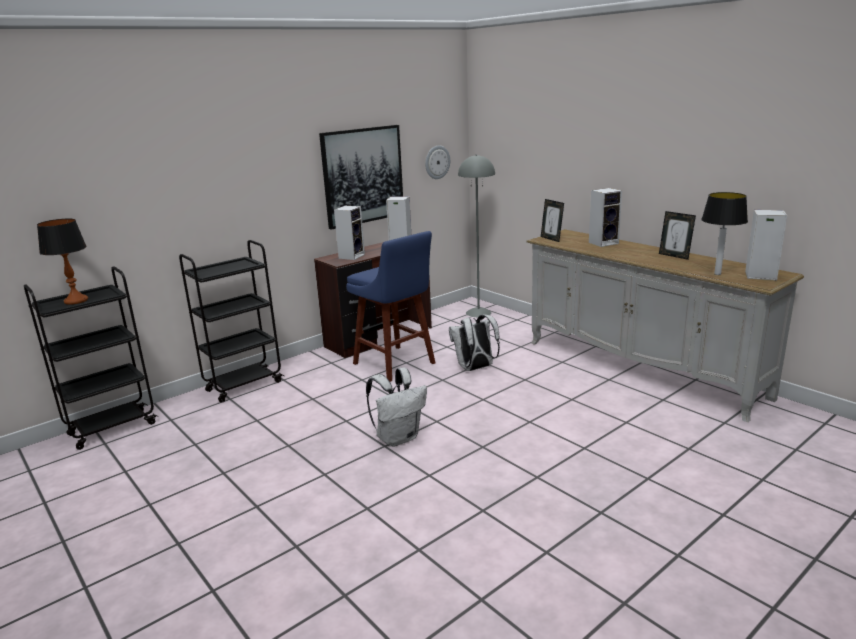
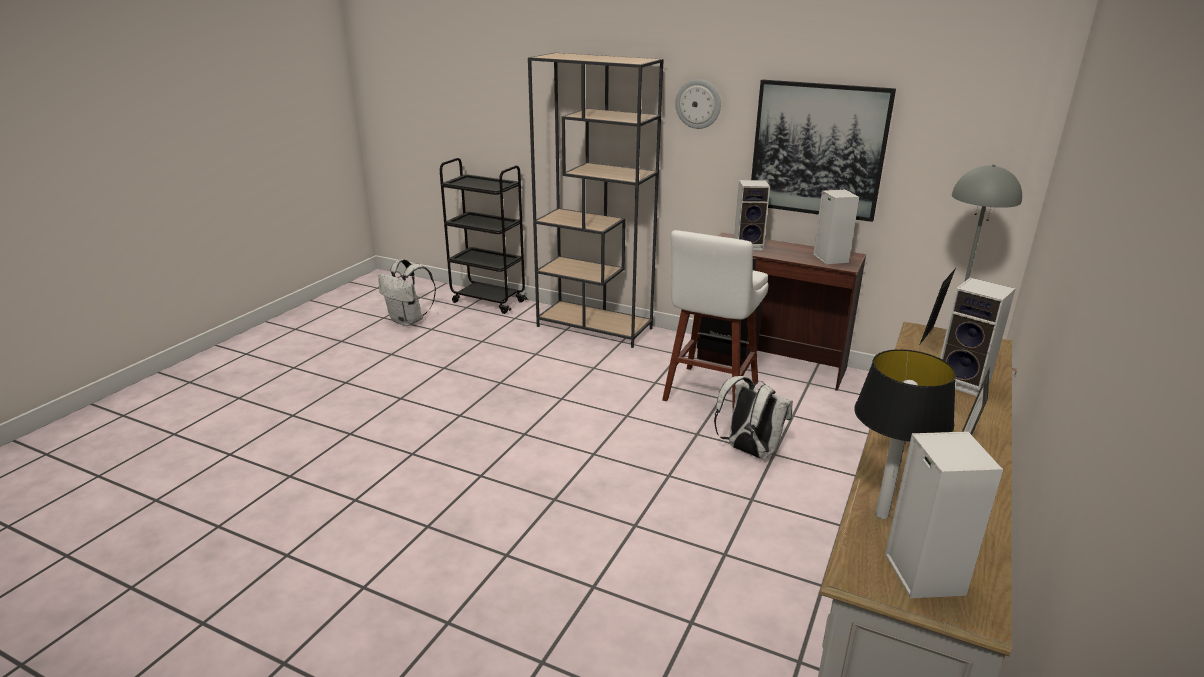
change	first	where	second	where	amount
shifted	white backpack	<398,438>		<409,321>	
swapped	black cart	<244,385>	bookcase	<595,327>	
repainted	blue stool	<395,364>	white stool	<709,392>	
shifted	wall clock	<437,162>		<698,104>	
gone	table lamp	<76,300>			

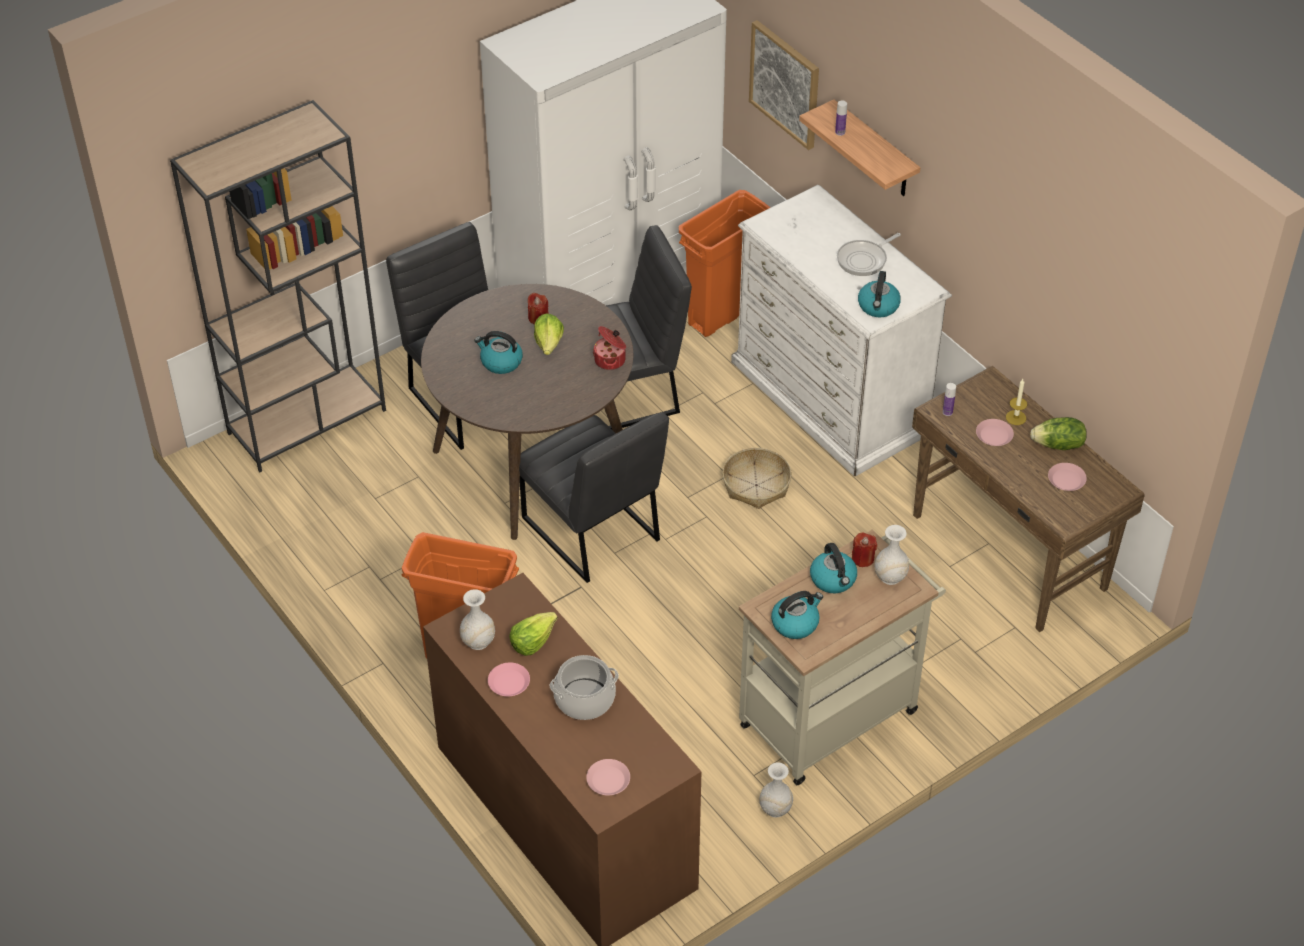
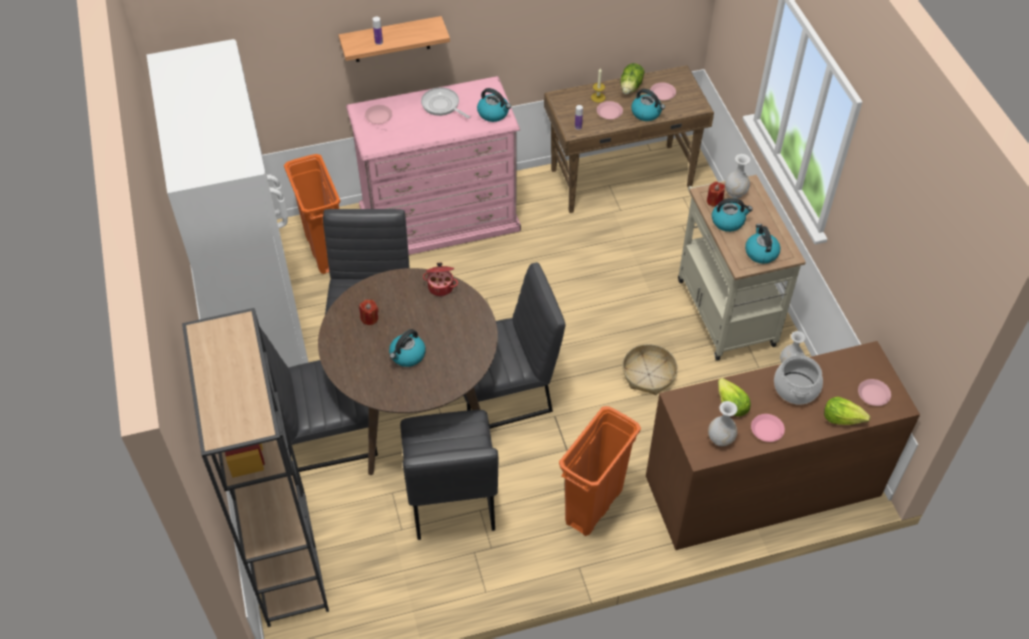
change	first	where	second	where	amount
repainted	white dresser	<832,397>	pink dresser	<440,218>	
new			pink plate	<378,117>	
new			grey chair	<451,497>	
rotated	frying pan	<864,260>		<442,105>	150 degrees clockwise
shifted	basket	<756,485>		<649,374>	
new			kettle	<646,113>	
shifted	lettuce	<549,343>		<842,418>	
gone	picture	<785,84>			

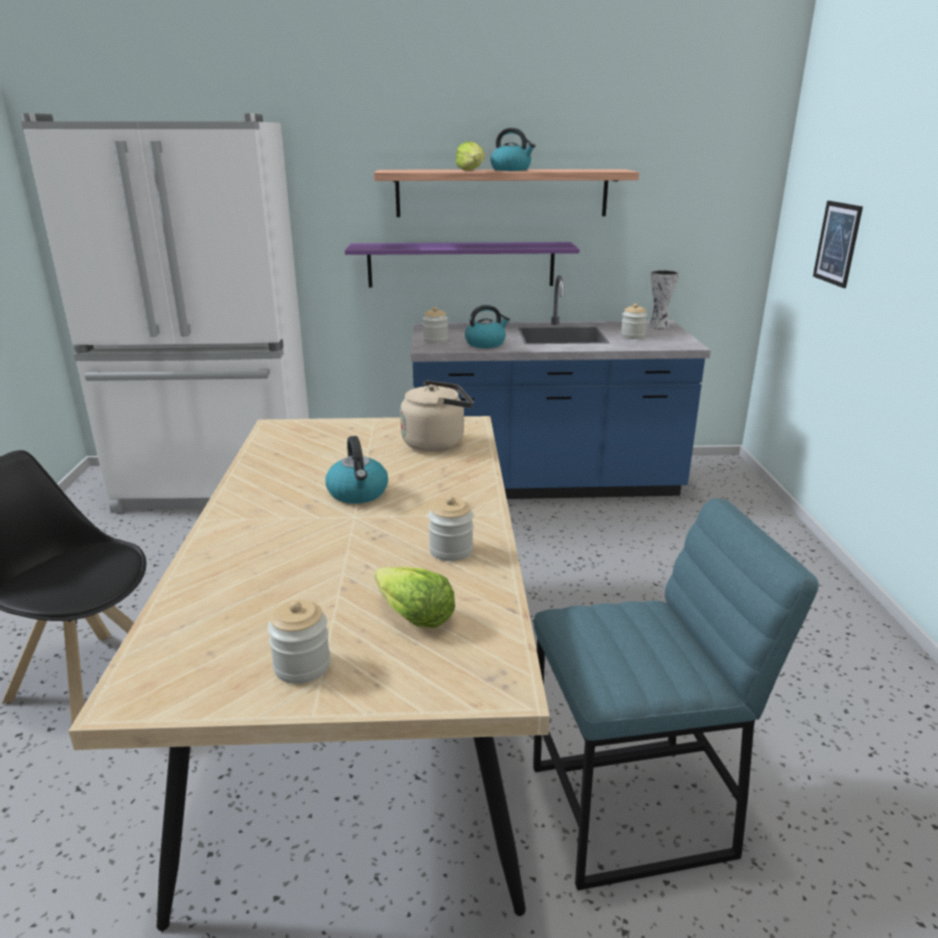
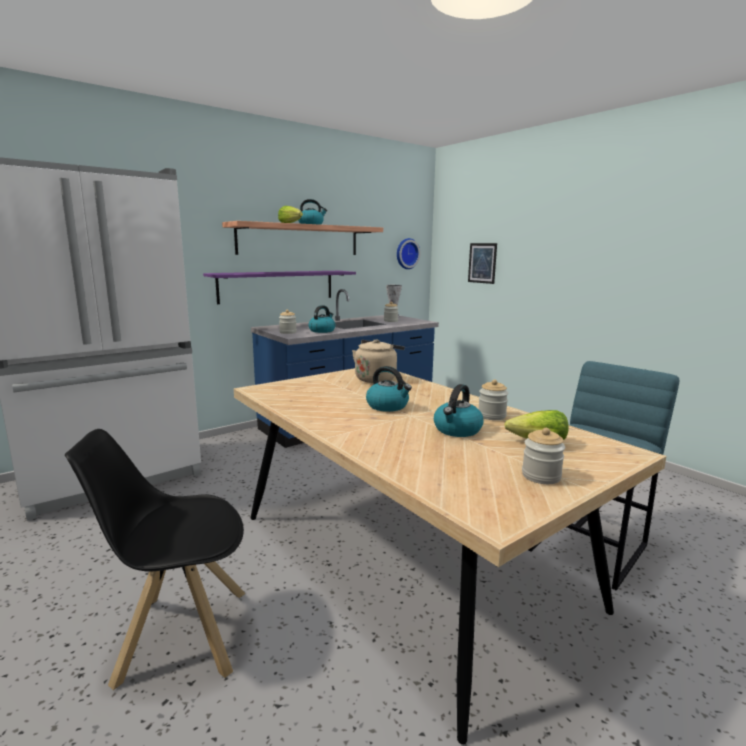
change	first	where	second	where	amount
new			wall clock	<406,253>	
new			kettle	<457,430>	

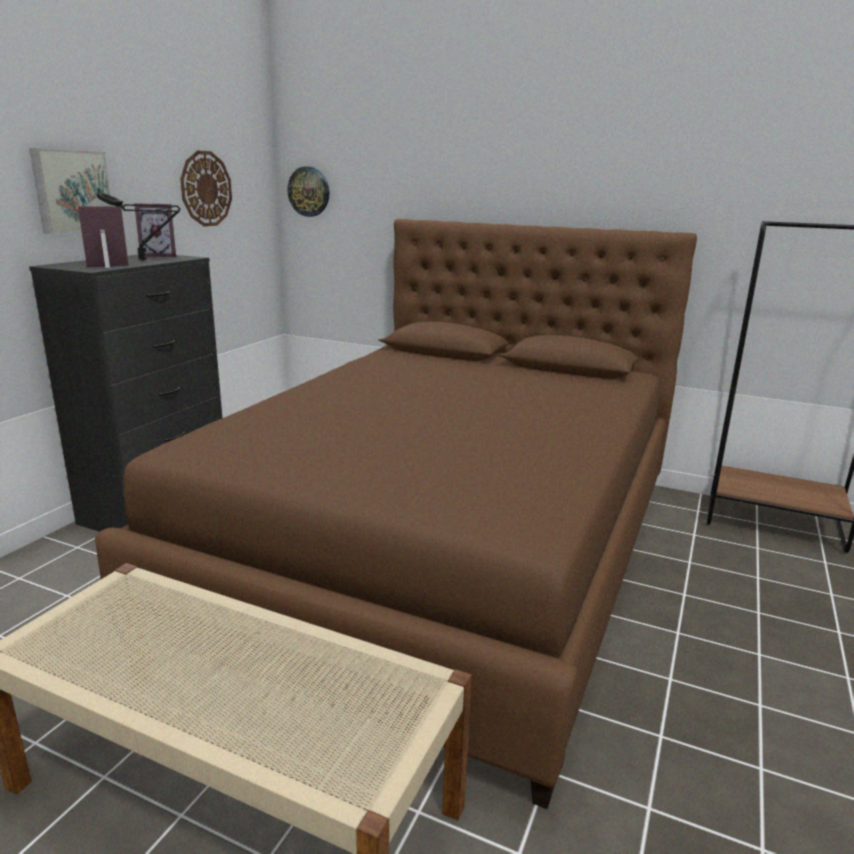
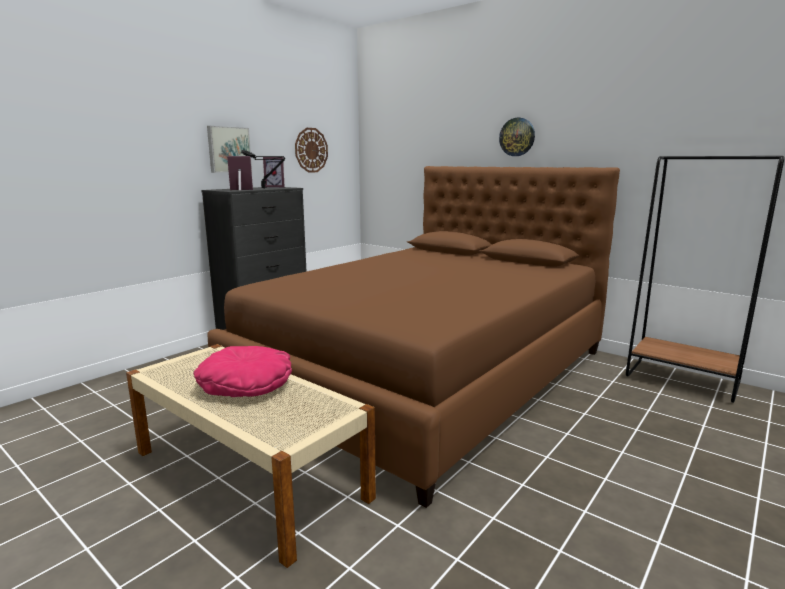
change	first	where	second	where	amount
new			pink pillow	<247,384>	
shifted	wall clock	<309,191>		<517,137>	

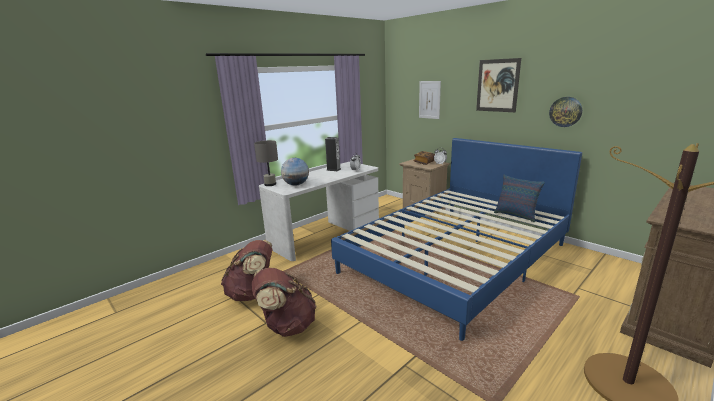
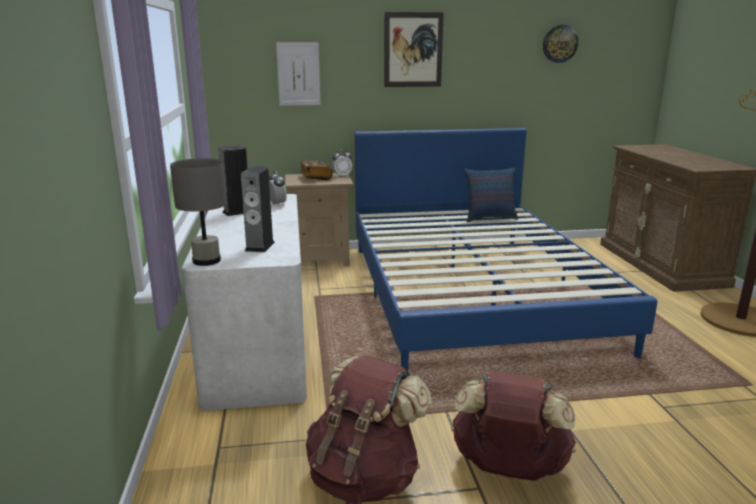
change	first	where	second	where	amount
swapped	globe	<296,185>	speaker	<260,246>	
shifted	wall clock	<565,111>		<560,43>	

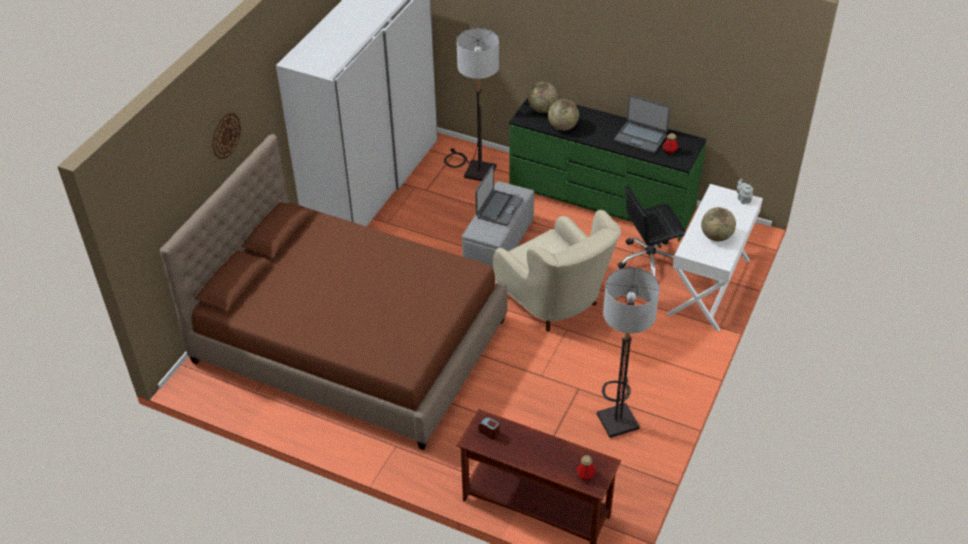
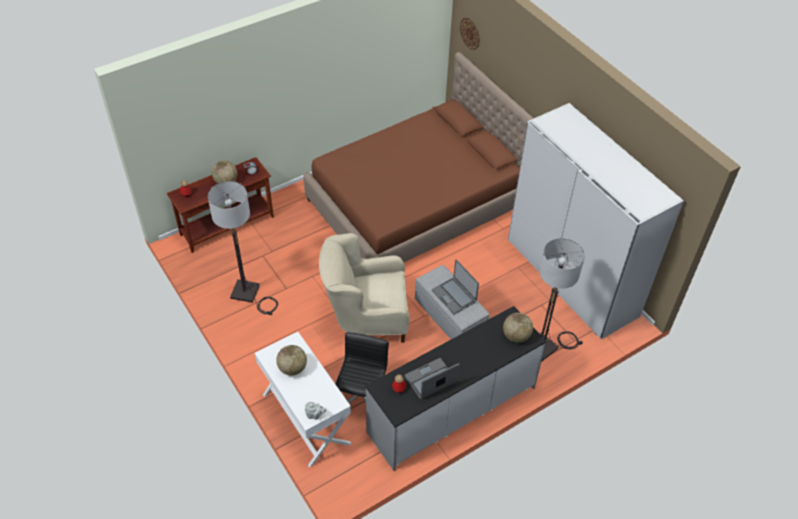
change	first	where	second	where	amount
shifted	globe	<562,127>		<226,182>	
repainted	green dresser	<601,200>	grey dresser	<451,409>	
shifted	wall clock	<225,135>		<470,33>	

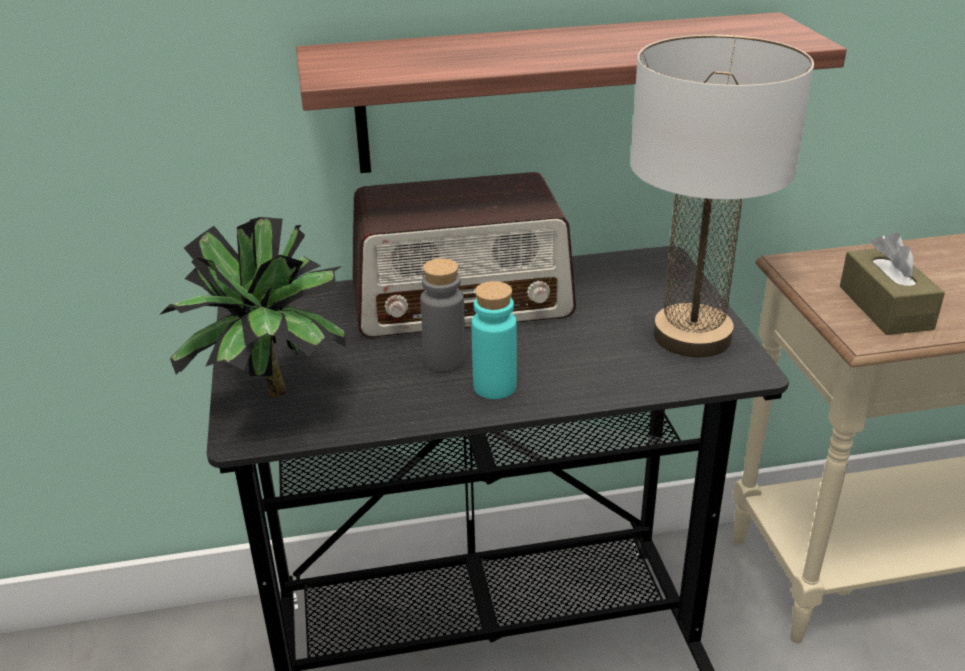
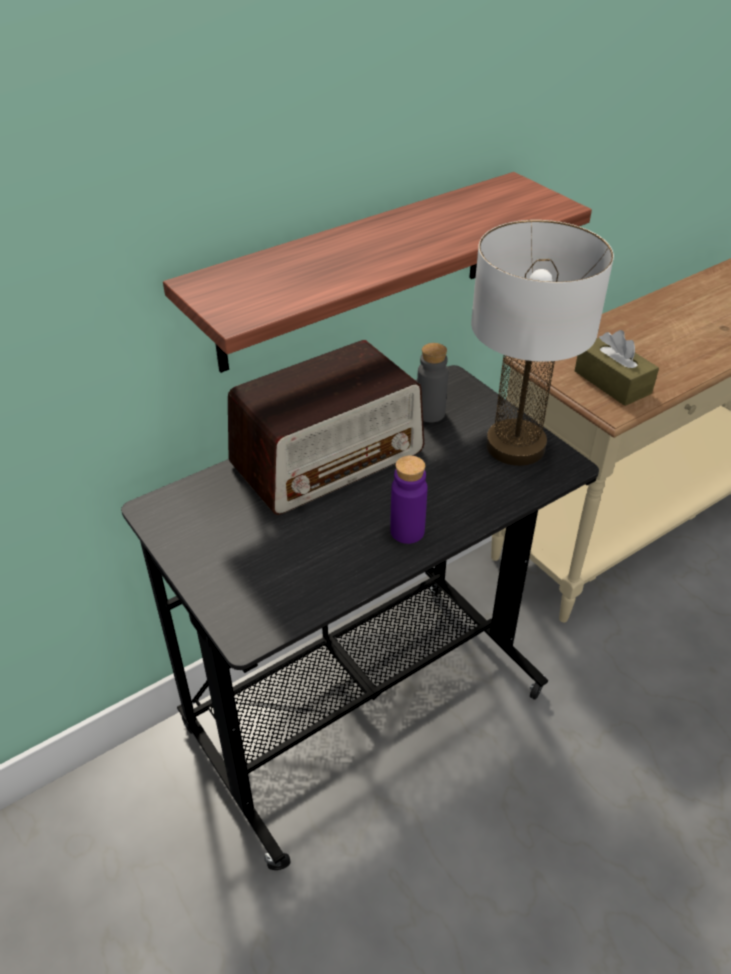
change	first	where	second	where	amount
repainted	turquoise bottle	<494,387>	purple bottle	<407,531>	
shifted	grey bottle	<445,361>		<430,413>	
gone	potted plant	<272,400>			

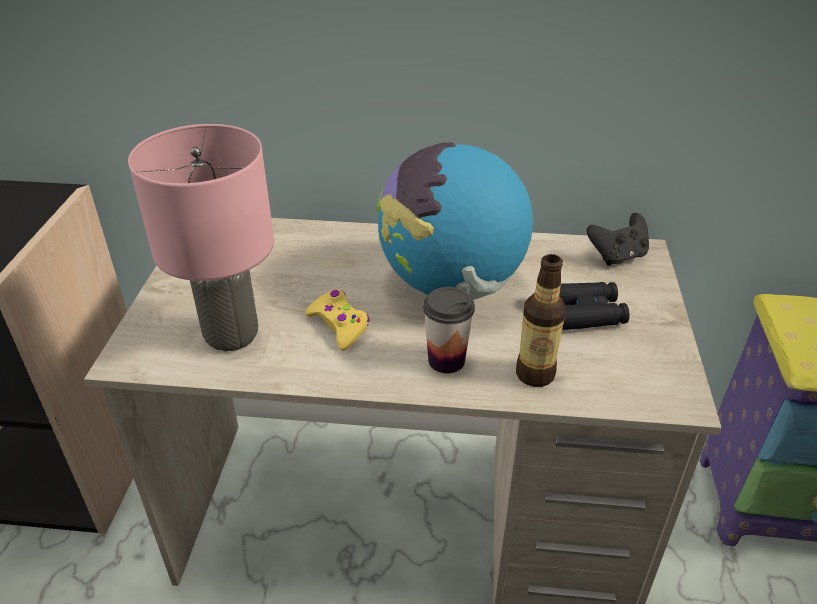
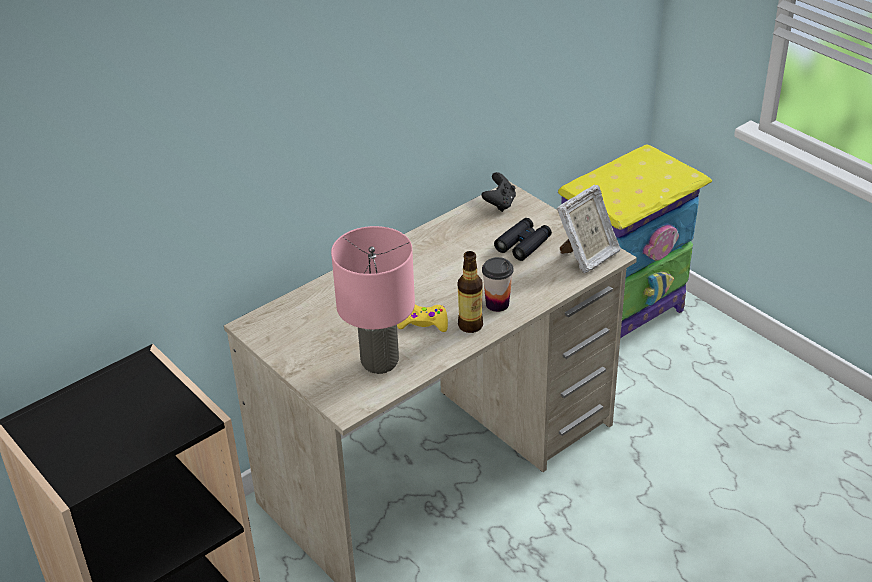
change	first	where	second	where	amount
shifted	bottle	<535,374>		<470,325>	
new			picture frame	<587,256>	
gone	globe	<451,286>			

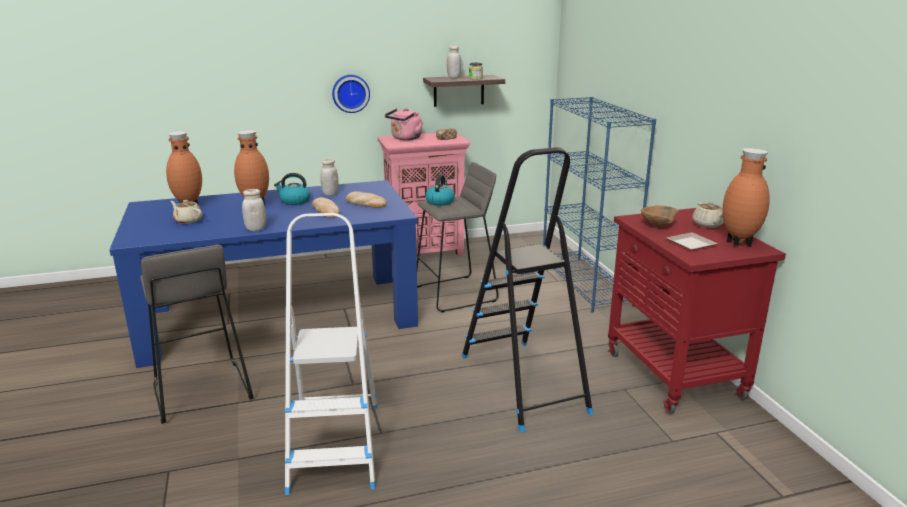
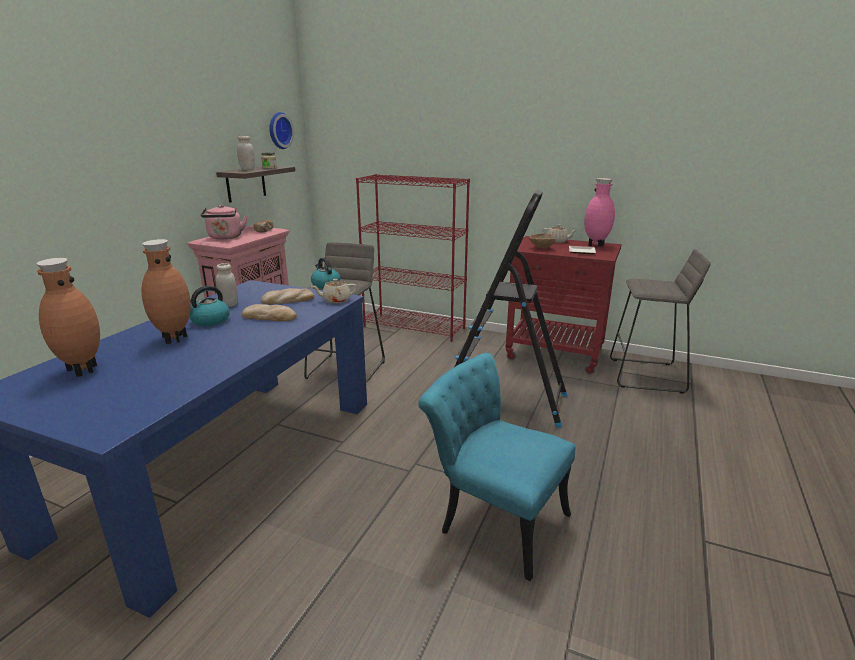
change	first	where	second	where	amount
shifted	wall clock	<350,93>		<279,130>	
shifted	beige teapot	<188,220>		<335,300>	
repainted	blue bookcase	<586,284>	red bookcase	<414,327>	
swapped	white step ladder	<335,446>	turquoise chair	<493,518>	
repainted	brown vase	<738,244>	pink vase	<596,246>	
shifted	grey stool	<201,392>		<646,375>	
gone	white jar	<256,229>			

